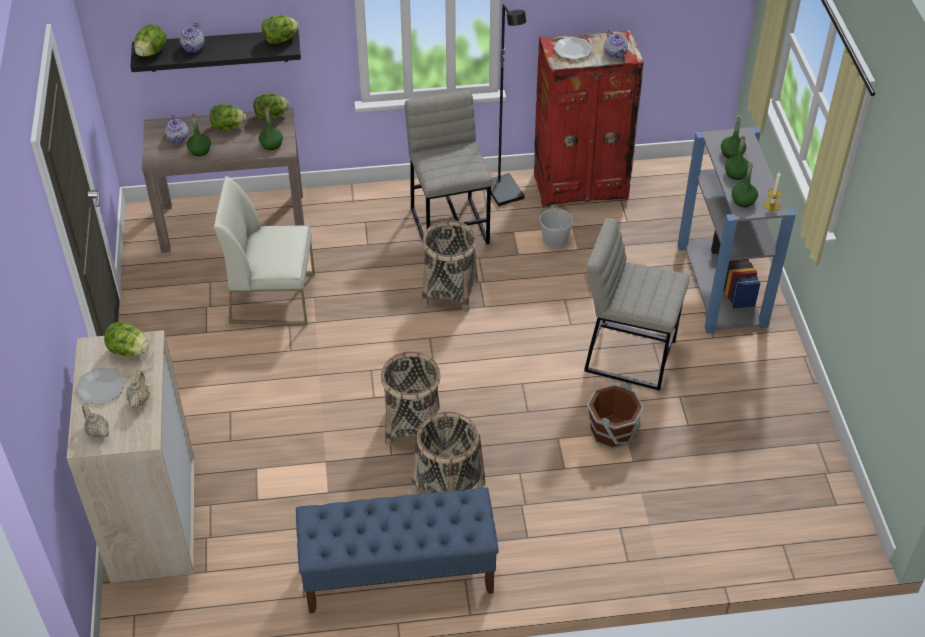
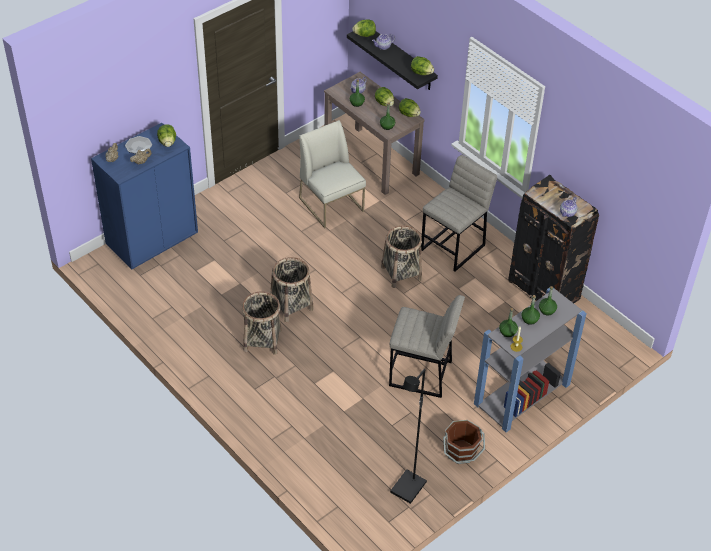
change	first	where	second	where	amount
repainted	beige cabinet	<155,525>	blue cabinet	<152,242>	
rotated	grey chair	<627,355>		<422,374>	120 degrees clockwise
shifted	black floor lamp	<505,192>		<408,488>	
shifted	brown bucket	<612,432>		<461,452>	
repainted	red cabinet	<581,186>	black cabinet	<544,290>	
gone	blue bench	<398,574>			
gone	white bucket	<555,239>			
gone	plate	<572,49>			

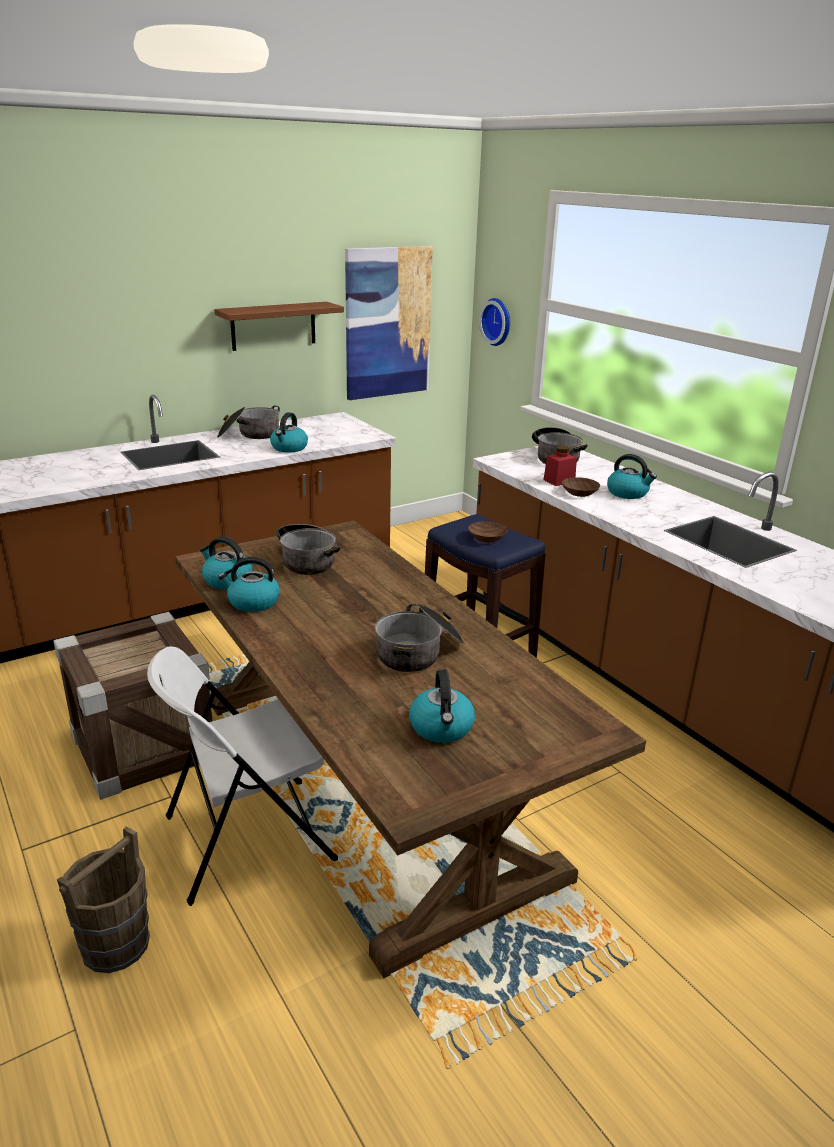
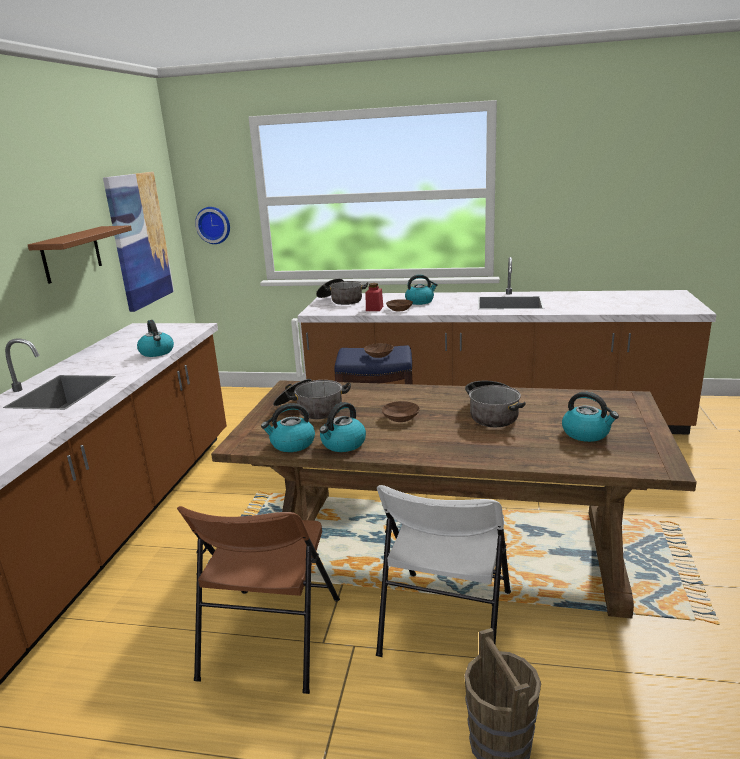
change	first	where	second	where	amount
swapped	crate	<143,747>	brown chair	<271,637>	
new			brown bowl	<401,417>	
gone	cooking pot	<249,435>			

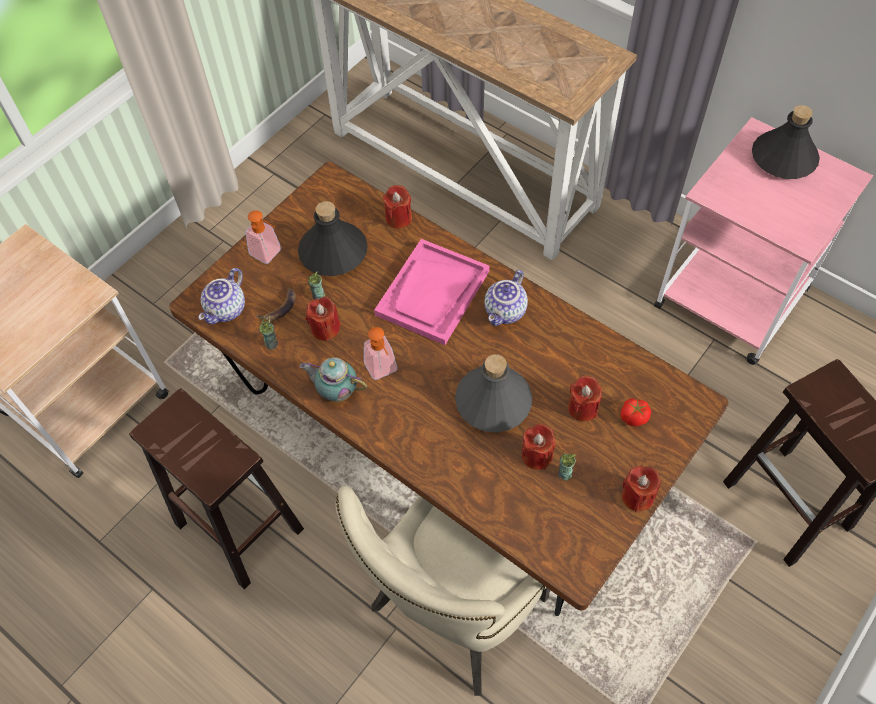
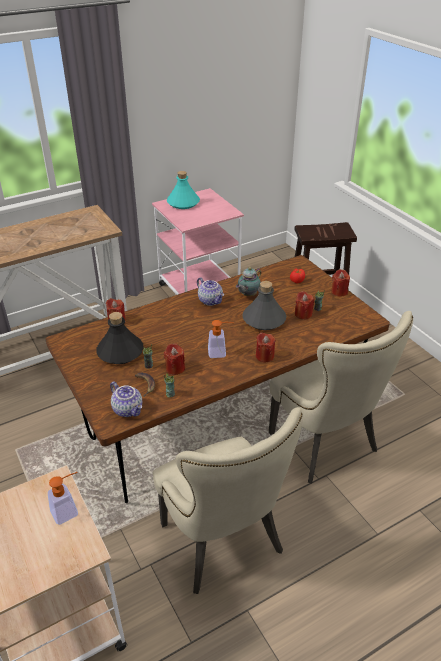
change	first	where	second	where	amount
shifted	soap dispenser	<270,254>		<69,510>	
swapped	brown stool	<237,525>	beige chair	<222,541>	
repainted	black bottle	<783,158>	turquoise bottle	<183,203>	
shifted	teapot	<336,392>		<248,295>	
shifted	red candle	<582,408>		<264,356>	
gone	pink tray	<432,293>			

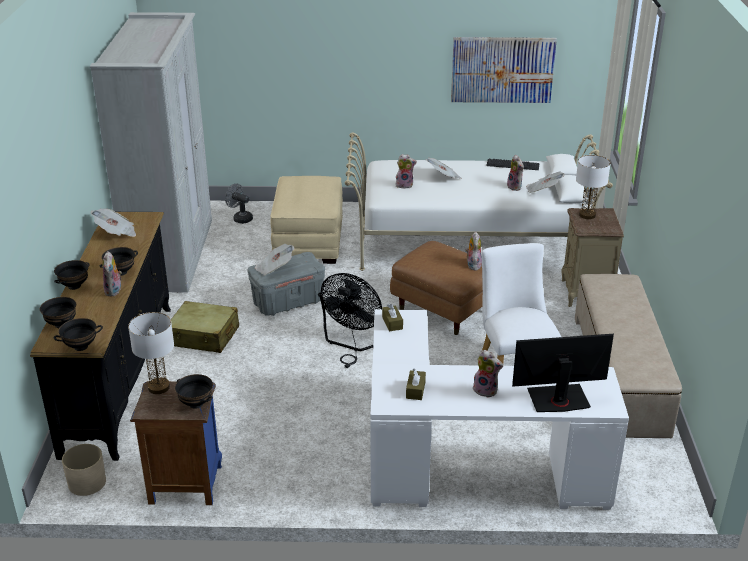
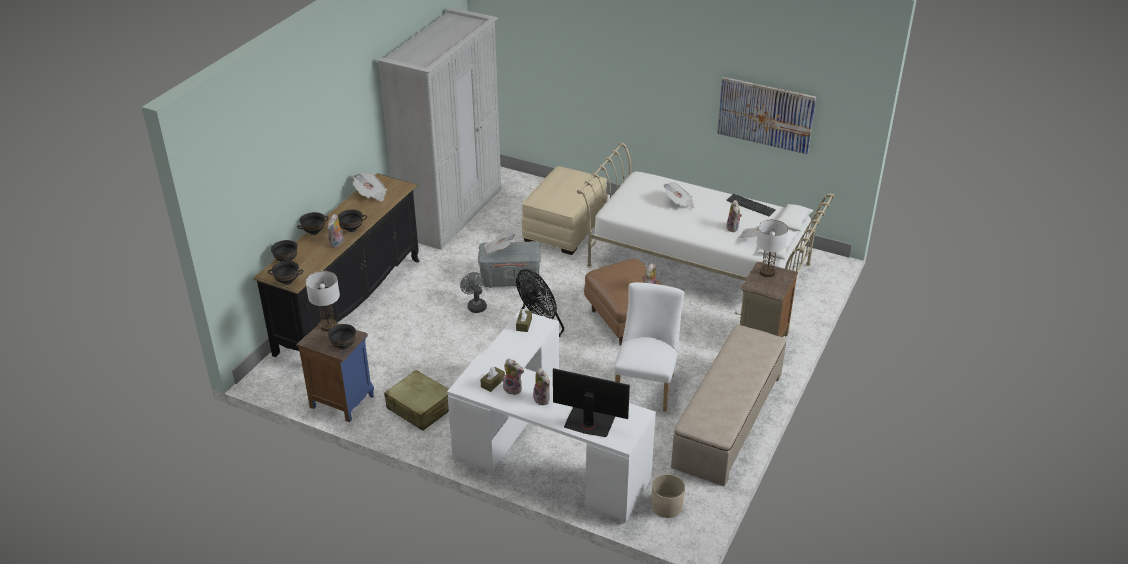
change	first	where	second	where	amount
shifted	beige suitcase	<204,336>		<420,408>	
shifted	grey fan	<240,218>		<475,305>	
shifted	plush toy	<405,185>		<513,388>	
shifted	beige planter	<87,483>		<667,506>	

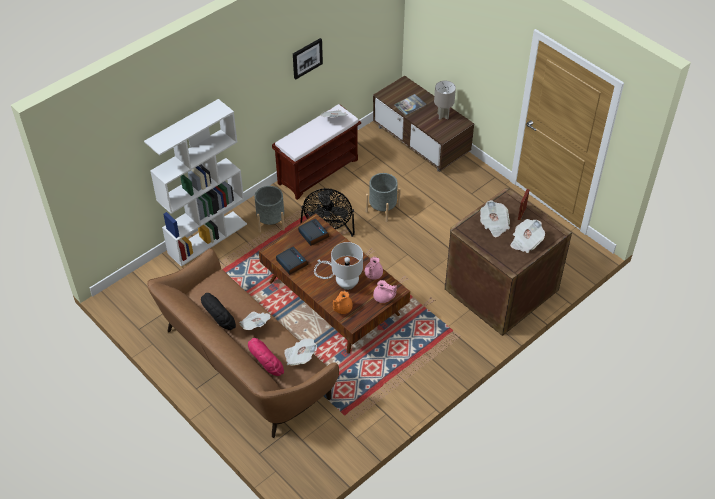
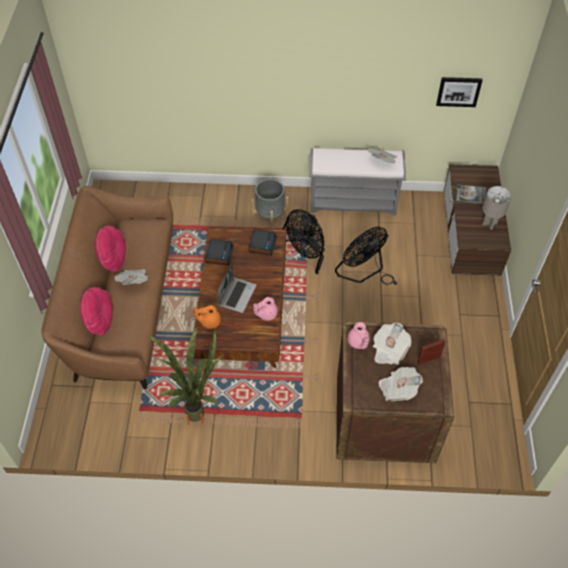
change	first	where	second	where	amount
repainted	black pillow	<220,323>	pink pillow	<114,260>	
new			potted plant	<197,411>	
swapped	white table lamp	<338,278>	laptop	<237,295>	
repainted	brown bench	<318,171>	grey bench	<353,202>	
swapped	grey planter	<382,209>	black fan	<367,270>	
shifted	pink teapot	<383,298>		<358,342>	
shifted	picture	<307,58>		<458,91>	
gone	white bookcase	<207,238>			
gone	newspaper	<300,357>			

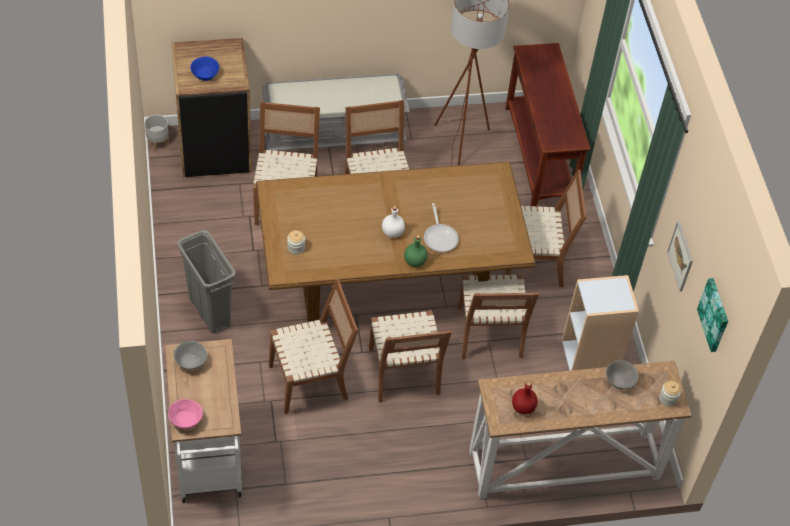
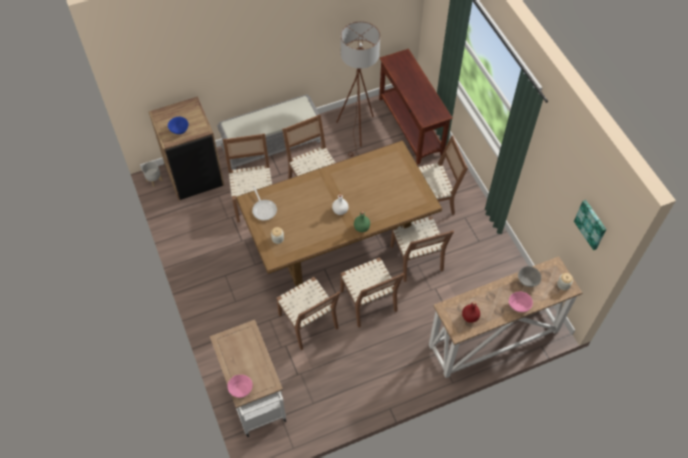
change	first	where	second	where	amount
shifted	frying pan	<440,237>		<264,209>	
rotated	chair	<312,381>		<309,324>	90 degrees clockwise
new			pink bowl	<519,305>	
gone	grey bowl	<190,362>			
gone	grey trash can	<210,312>			
gone	bookcase	<591,356>			
gone	picture	<680,256>			

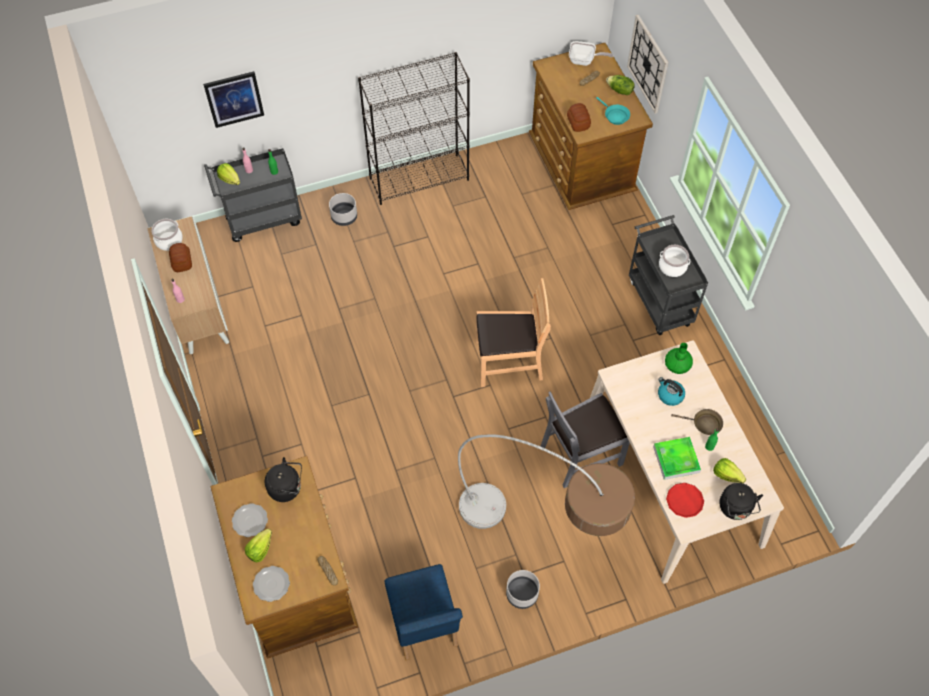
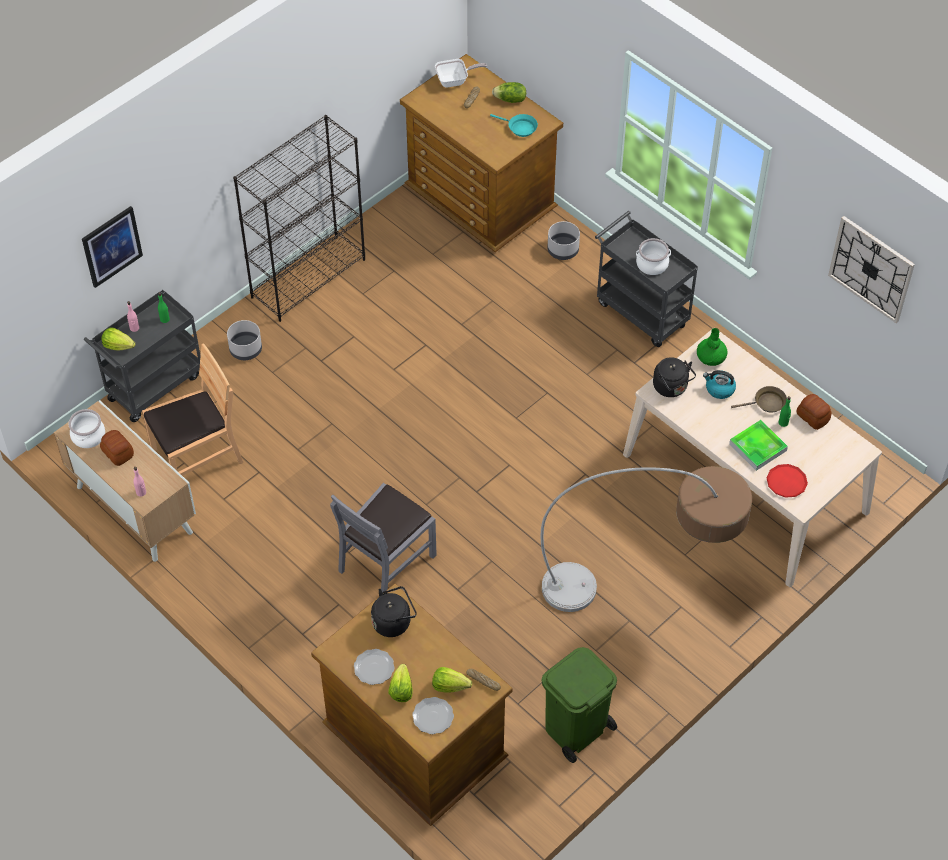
change	first	where	second	where	amount
shifted	brown chair	<508,361>		<197,457>	
shifted	grey chair	<581,454>		<386,562>	
shifted	lettuce	<726,475>		<450,685>	
swapped	blue chair	<424,628>	green trash can	<575,729>	
shifted	grey planter	<521,594>		<563,250>	
shifted	black kettle	<736,509>		<671,388>	
shifted	bread	<578,122>		<813,416>	
shifted	wall clock	<648,64>		<871,269>	

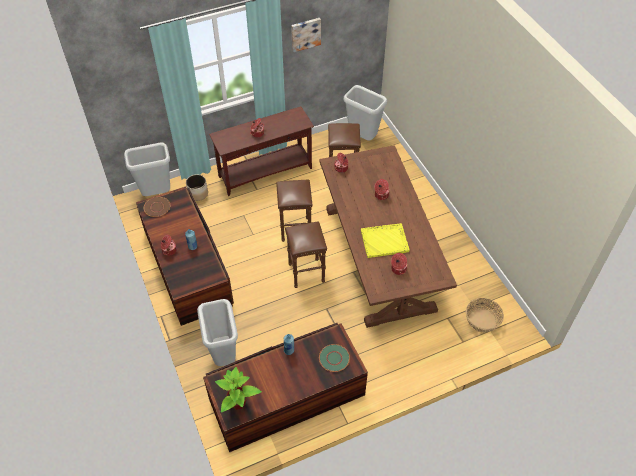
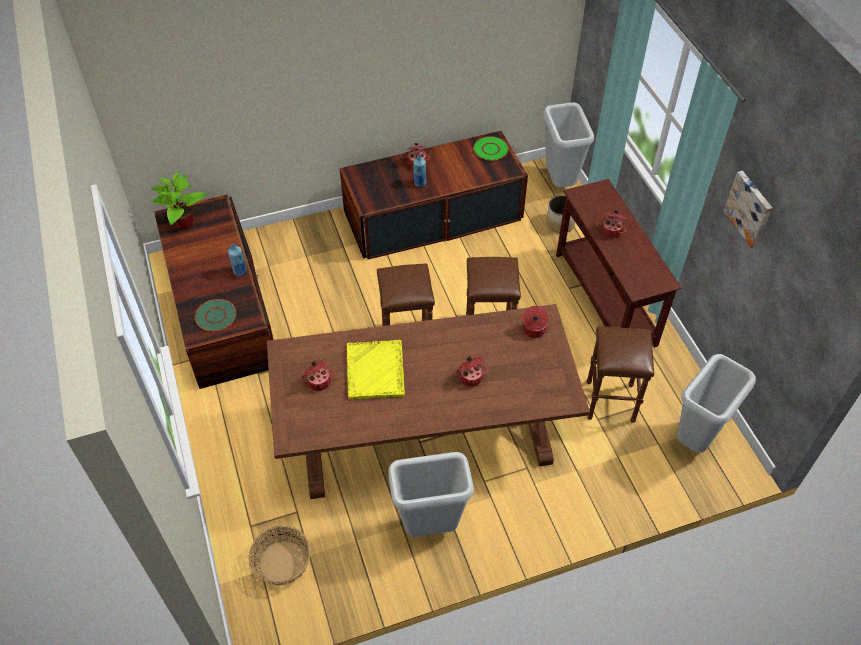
change	first	where	second	where	amount
shifted	grey trash can	<225,356>		<430,528>	
repainted	brown plate	<157,207>	green plate	<491,149>	

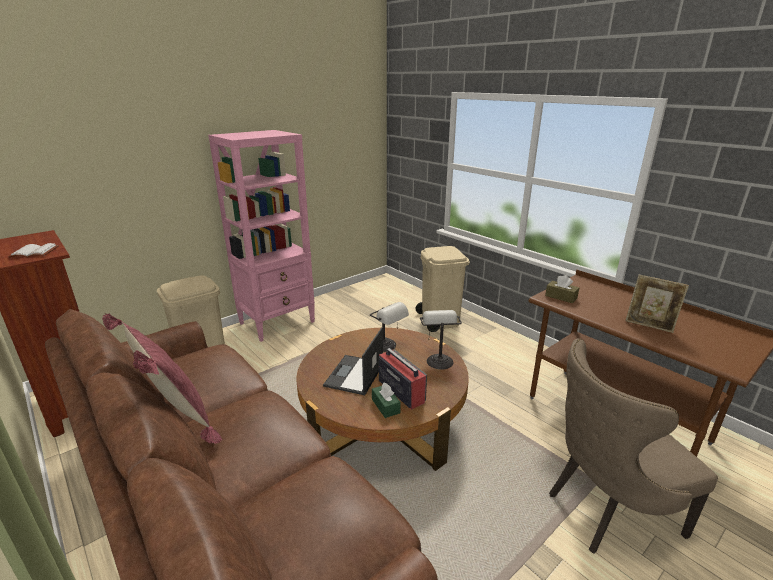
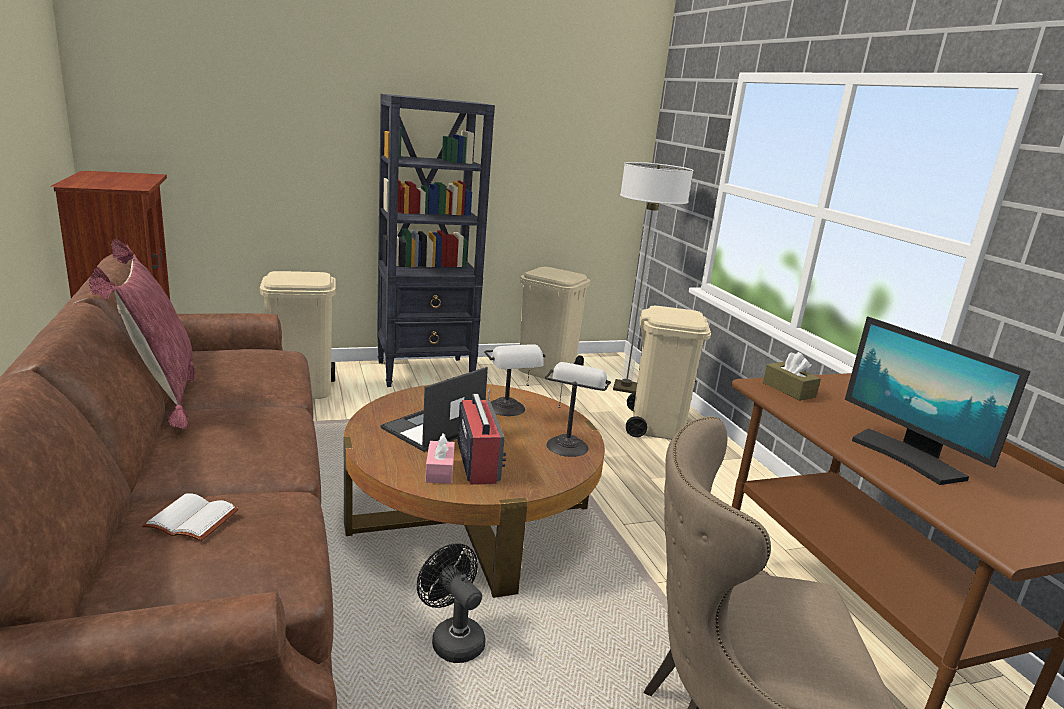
change	first	where	second	where	amount
shifted	white book	<33,253>		<189,520>	
repainted	pink bookcase	<278,322>	black bookcase	<426,372>	
new			black fan	<452,638>	
repainted	green tissue box	<385,406>	pink tissue box	<439,470>	
new			beige trash can	<547,371>	
new			floor lamp	<625,388>	
swapped	picture frame	<649,326>	monitor	<907,457>	

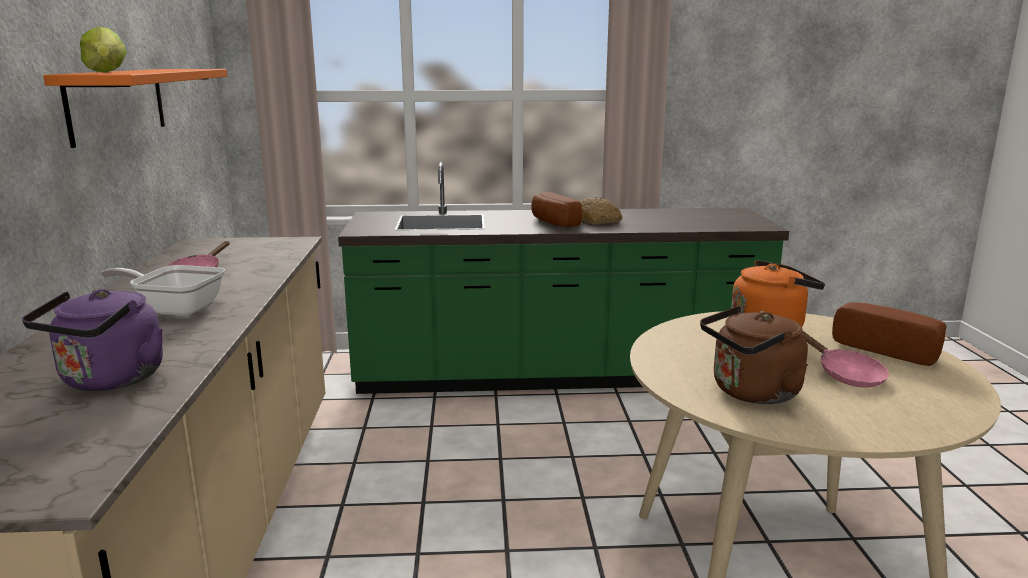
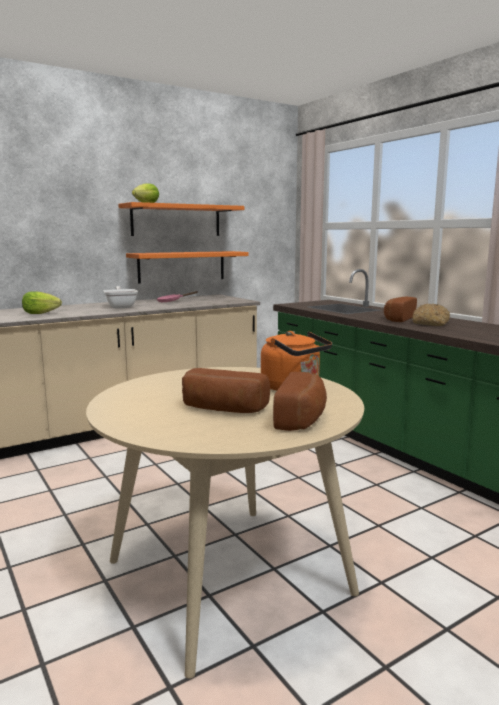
change	first	where	second	where	amount
swapped	purple kettle	<109,381>	lettuce	<40,313>	
new			orange shelf	<182,266>	
swapped	pink frying pan	<845,374>	bread	<222,409>	
gone	brown kettle	<751,393>			

